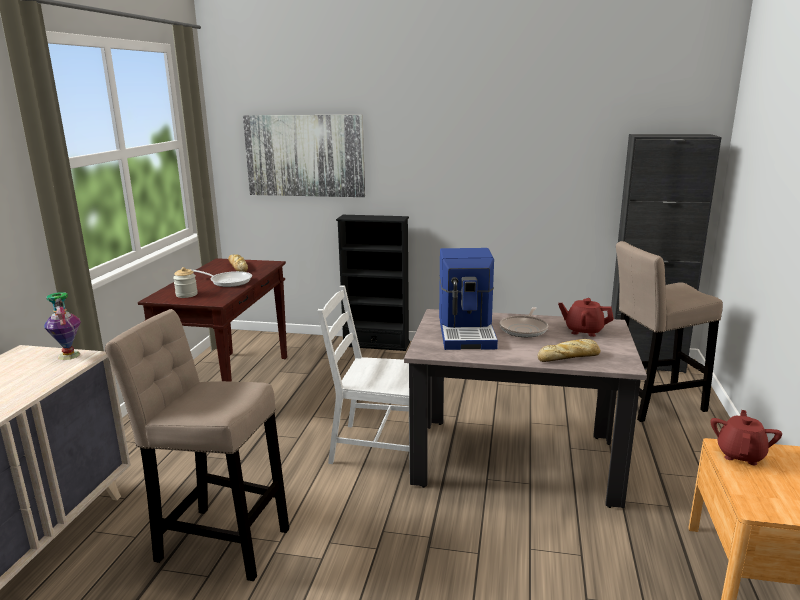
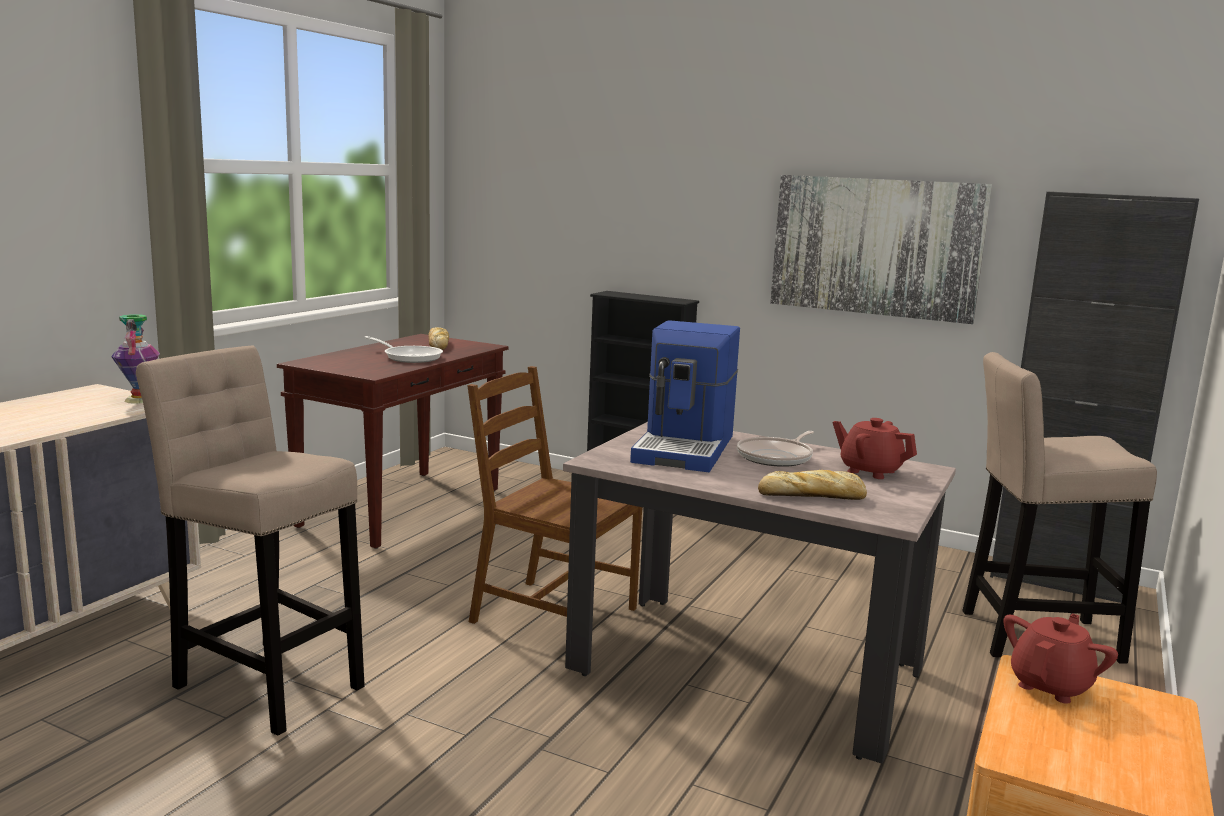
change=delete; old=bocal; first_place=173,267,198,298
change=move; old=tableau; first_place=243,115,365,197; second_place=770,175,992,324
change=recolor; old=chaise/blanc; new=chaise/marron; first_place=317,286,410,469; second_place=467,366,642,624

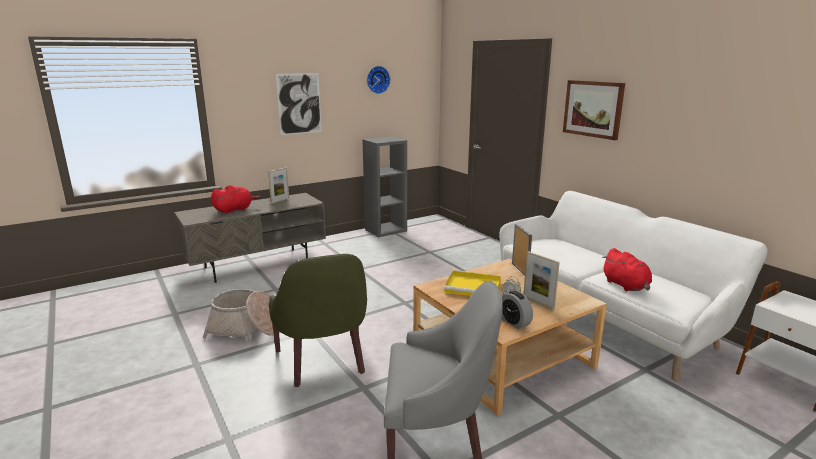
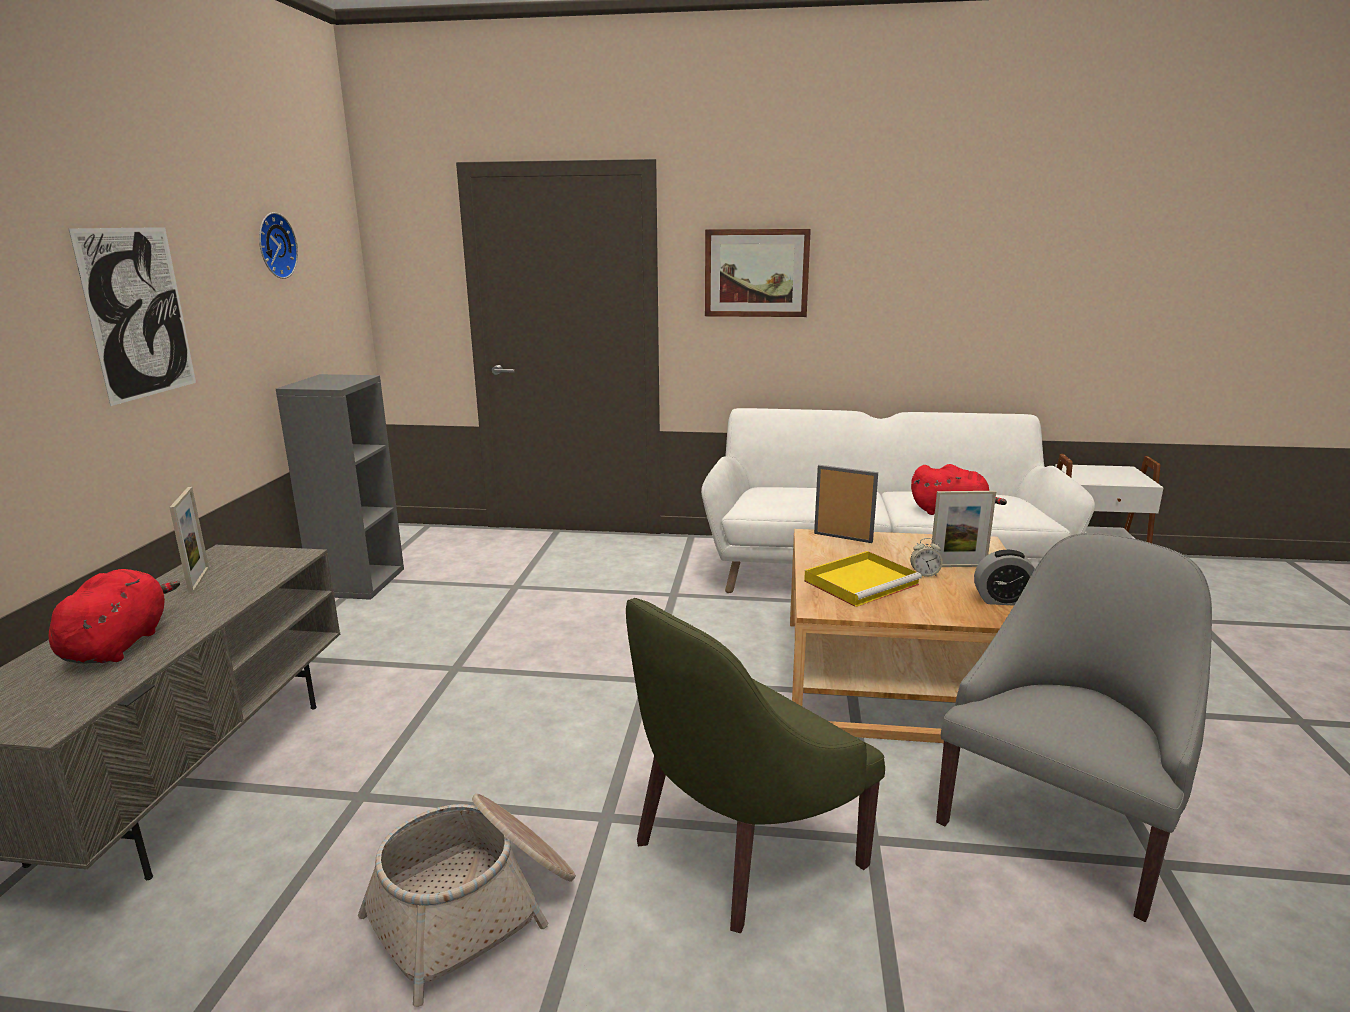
change=rotate; old=fauteuil/vert; first_place=269,254,367,387; second_place=626,598,885,933; degrees=120

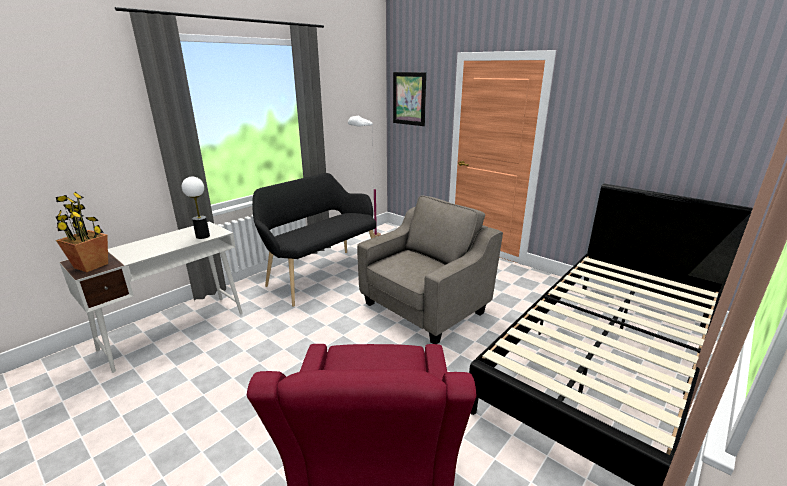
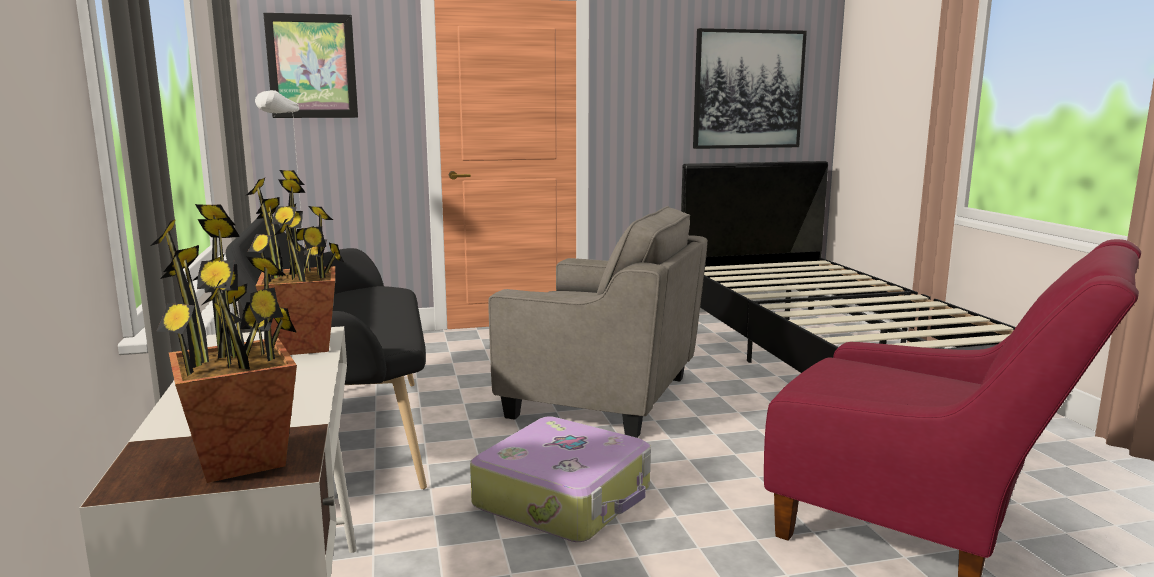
change=insert; new=valise; second_place=470,417,651,542
change=insert; new=tableau; second_place=693,28,807,149
change=replace; old=lampe de table; new=plante en pot; first_place=182,177,210,239; second_place=247,170,344,355
change=rotate; old=fauteuil/gris; first_place=357,195,503,344; second_place=488,206,708,438; degrees=120

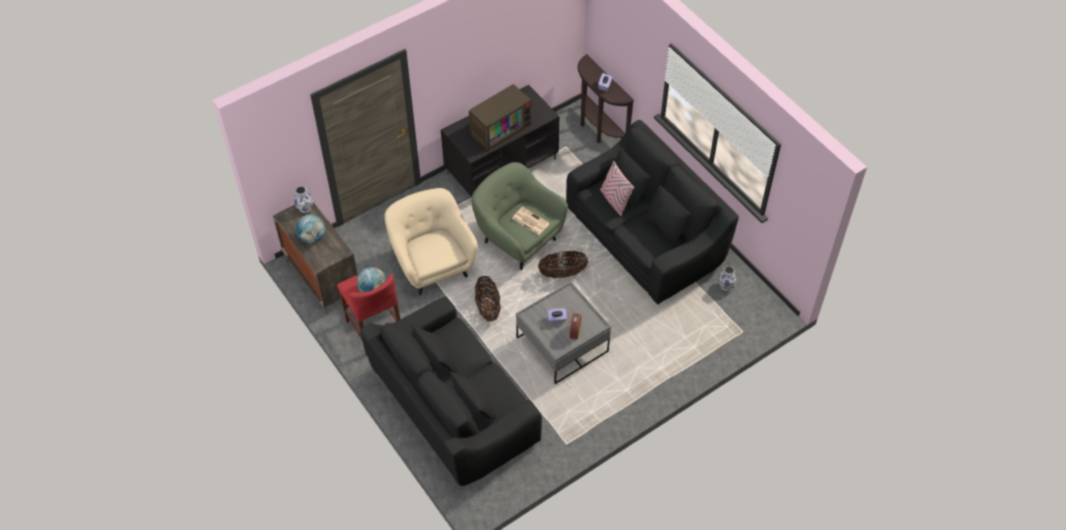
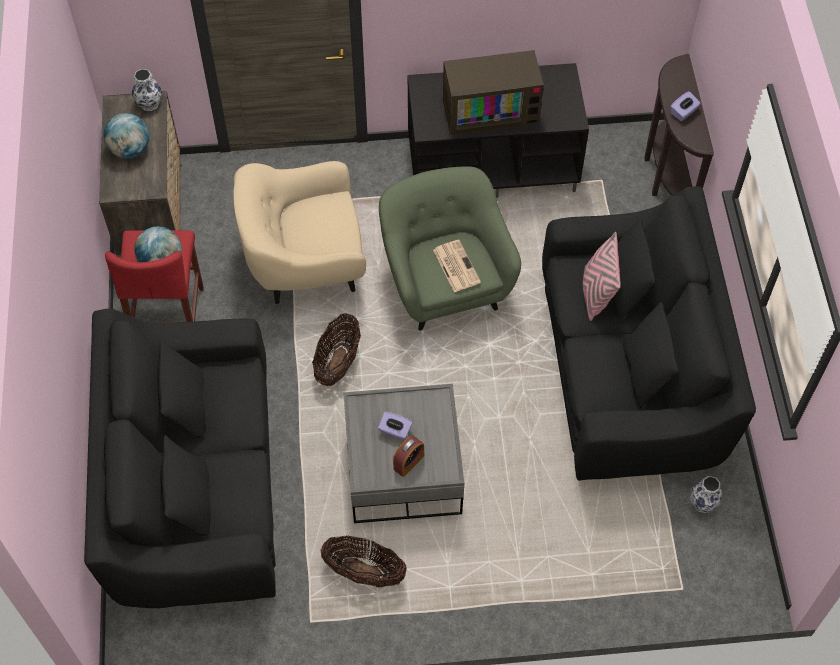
change=move; old=panier; first_place=538,251,588,278; second_place=321,535,407,588
change=rotate; old=fauteuil/beige; first_place=385,188,478,295; second_place=233,161,366,304; degrees=-105

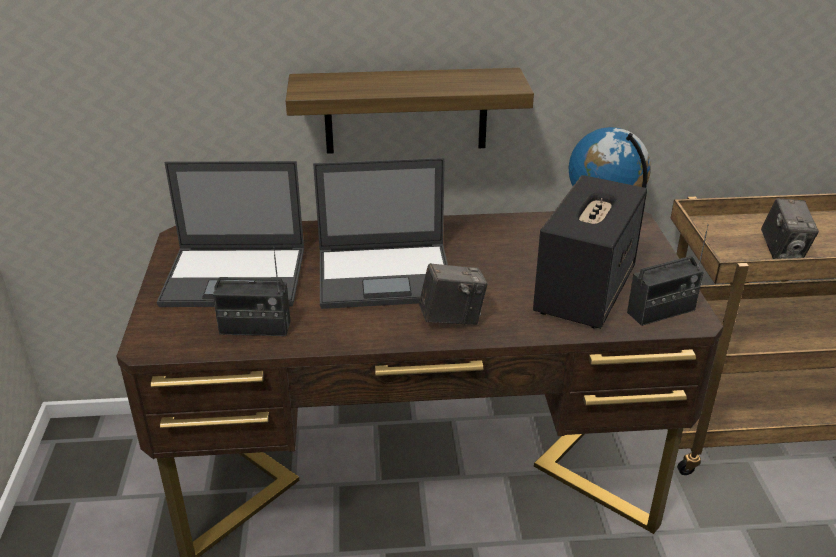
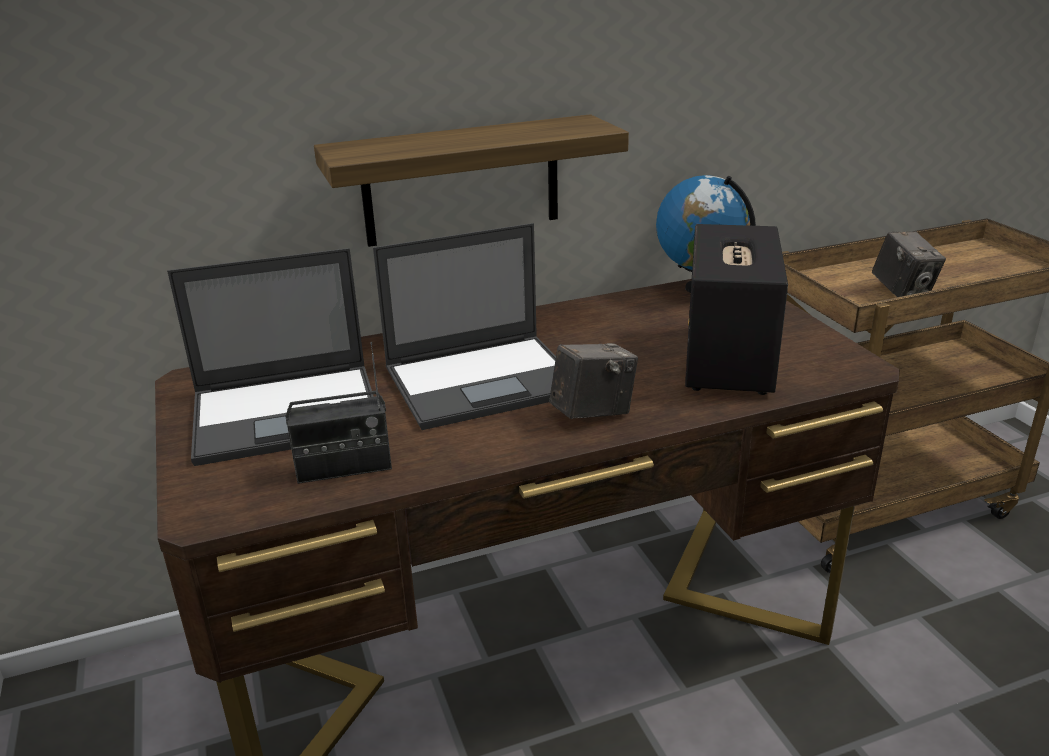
change=delete; old=radio; first_place=627,224,709,326

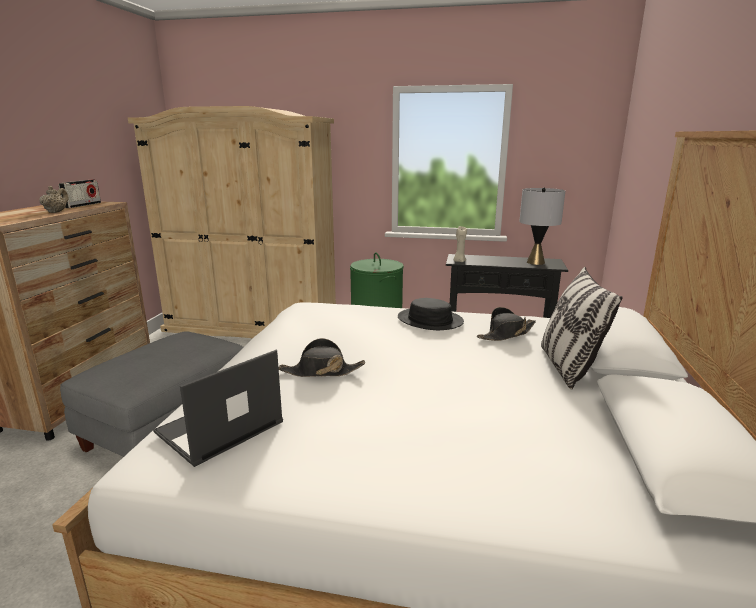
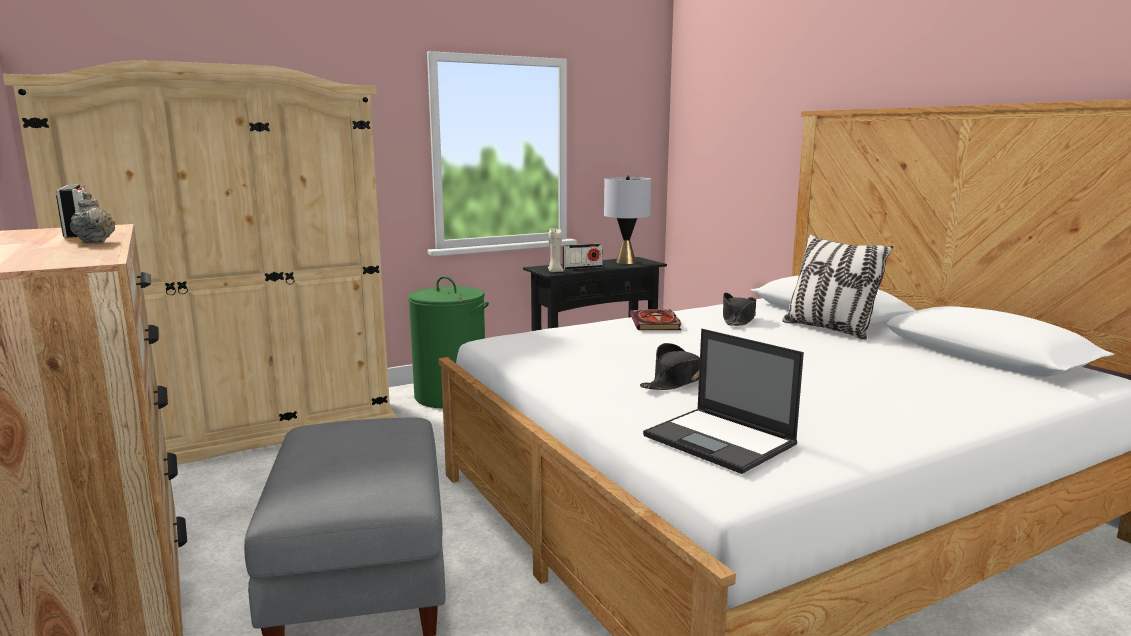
change=insert; new=radio; second_place=562,244,603,270
change=replace; old=chapeau/noir; new=livre; first_place=398,298,464,330; second_place=630,309,681,330
change=rotate; old=ordinateur portable; first_place=153,350,283,467; second_place=643,329,804,474; degrees=-45

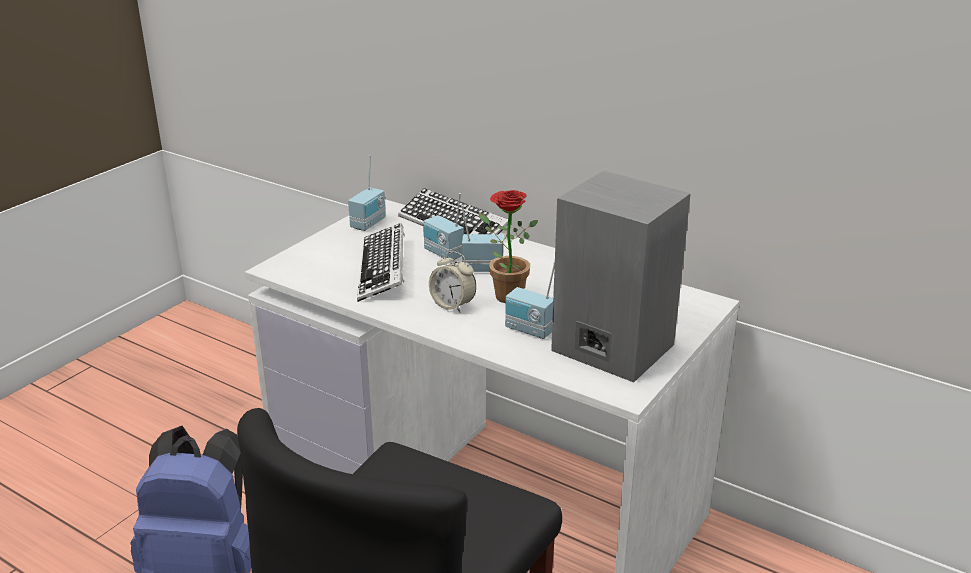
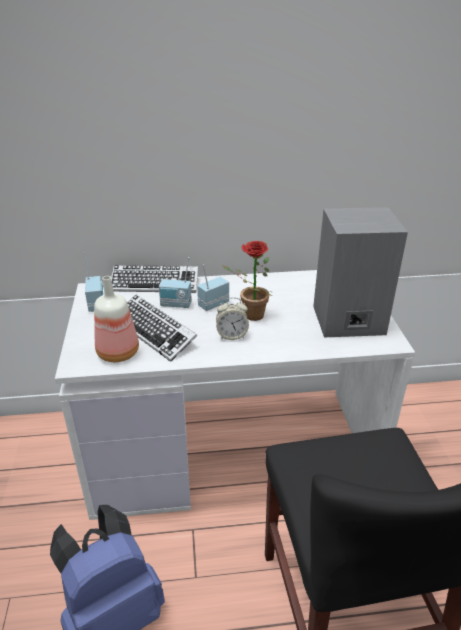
change=delete; old=radio; first_place=505,261,555,339
change=insert; new=bouteille; second_place=94,276,139,362

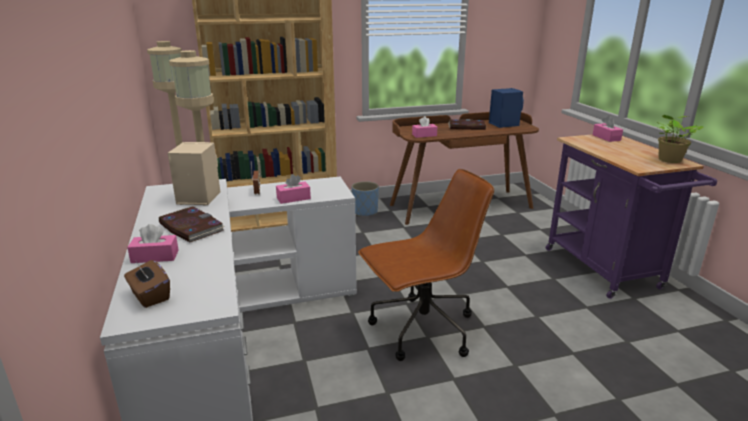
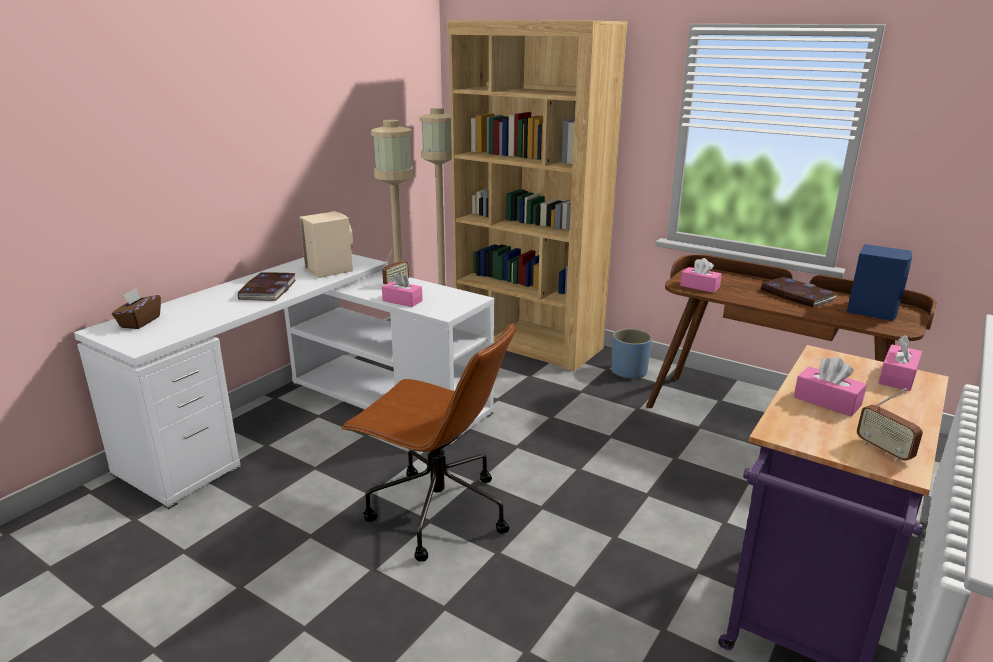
change=move; old=boîte à mouchoirs/rose; first_place=127,224,179,263; second_place=794,357,867,416
change=replace; old=plante en pot; new=radio; first_place=657,115,704,163; second_place=857,388,923,461

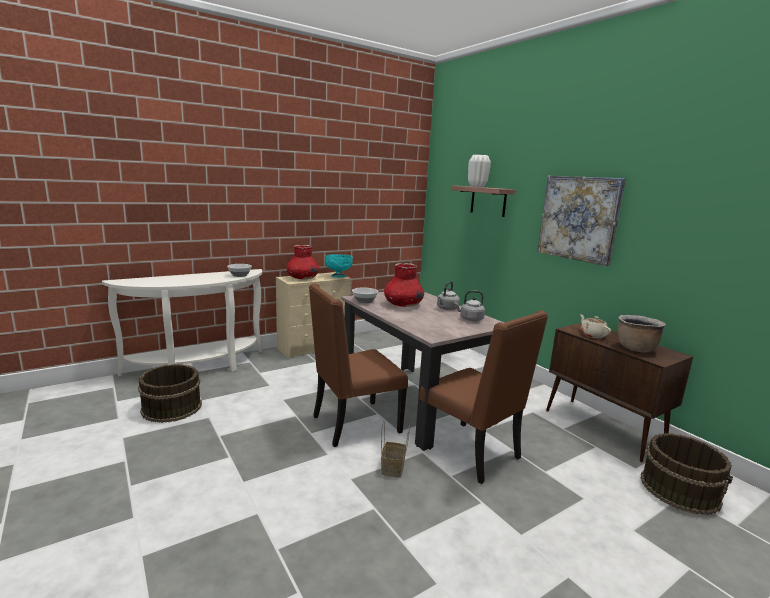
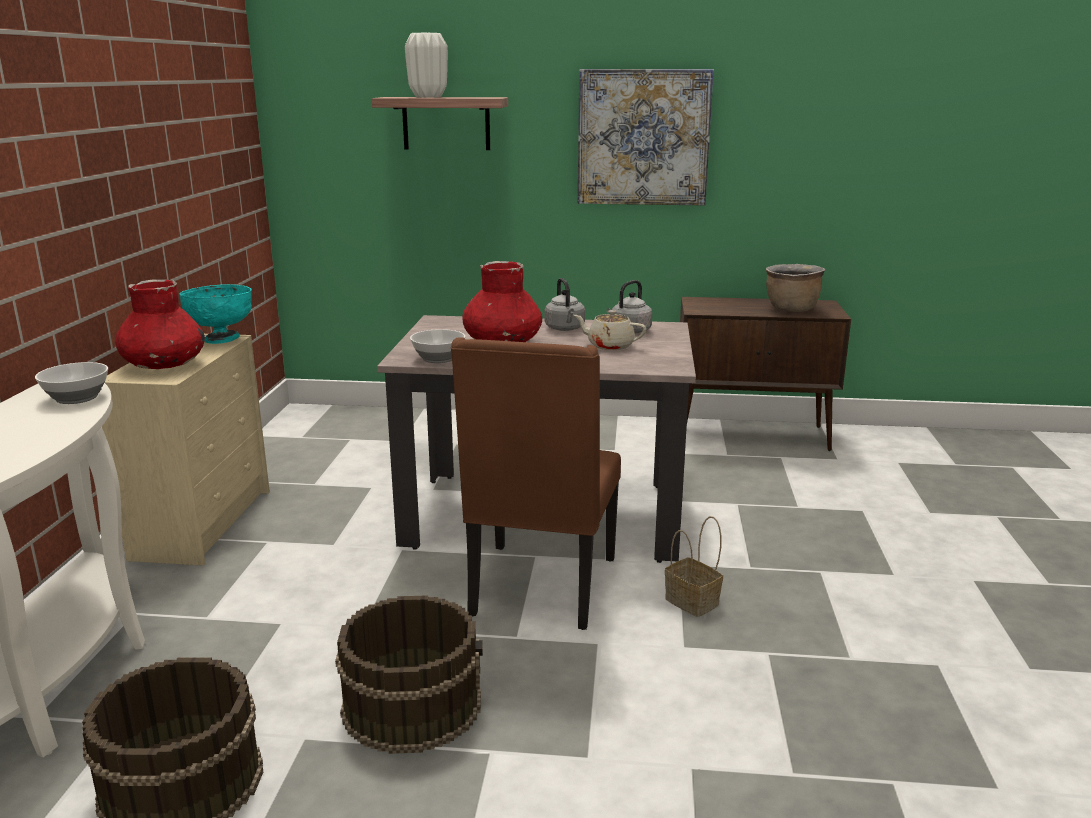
change=delete; old=chaise/marron; first_place=419,310,548,484
change=move; old=théière/beige; first_place=580,314,611,338; second_place=574,310,646,350
change=move; old=seau/marron; first_place=641,433,733,515; second_place=335,595,483,754

